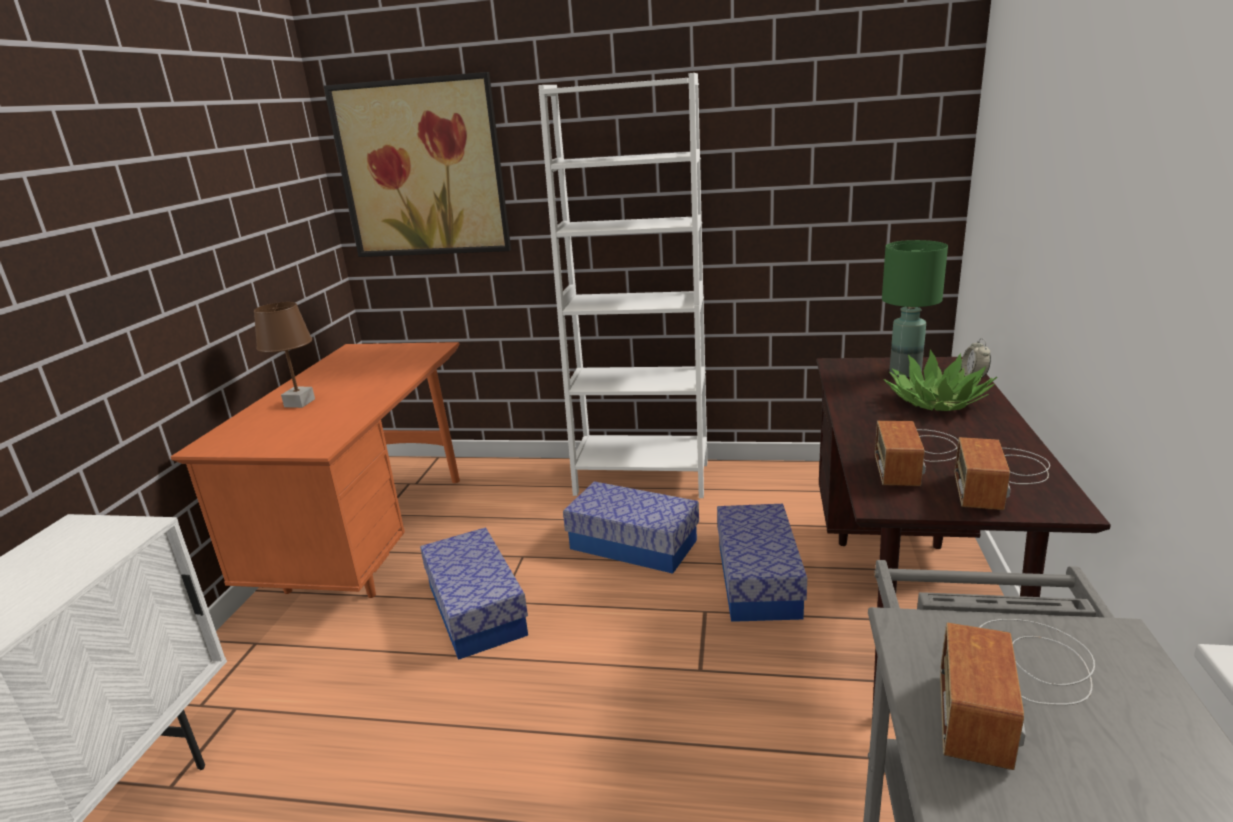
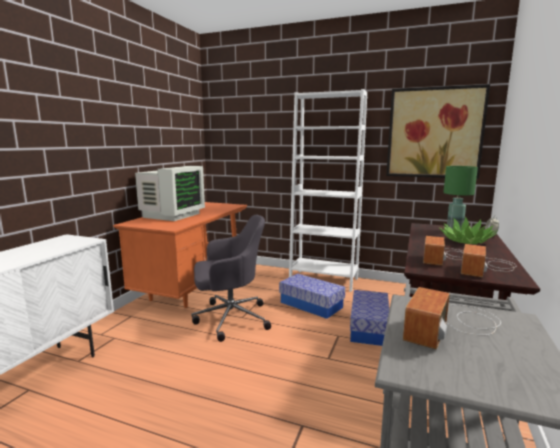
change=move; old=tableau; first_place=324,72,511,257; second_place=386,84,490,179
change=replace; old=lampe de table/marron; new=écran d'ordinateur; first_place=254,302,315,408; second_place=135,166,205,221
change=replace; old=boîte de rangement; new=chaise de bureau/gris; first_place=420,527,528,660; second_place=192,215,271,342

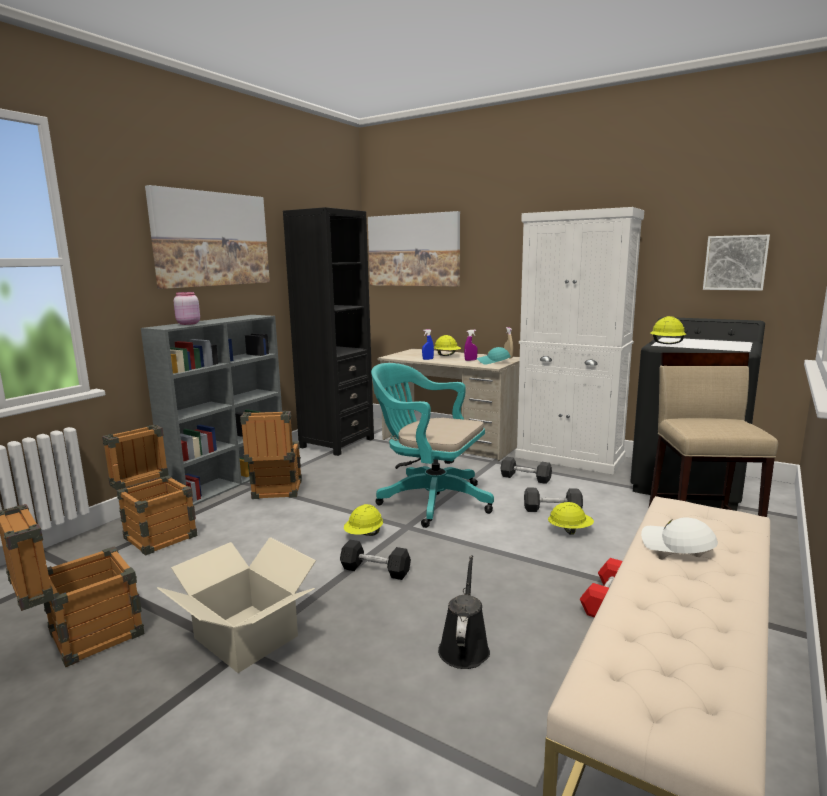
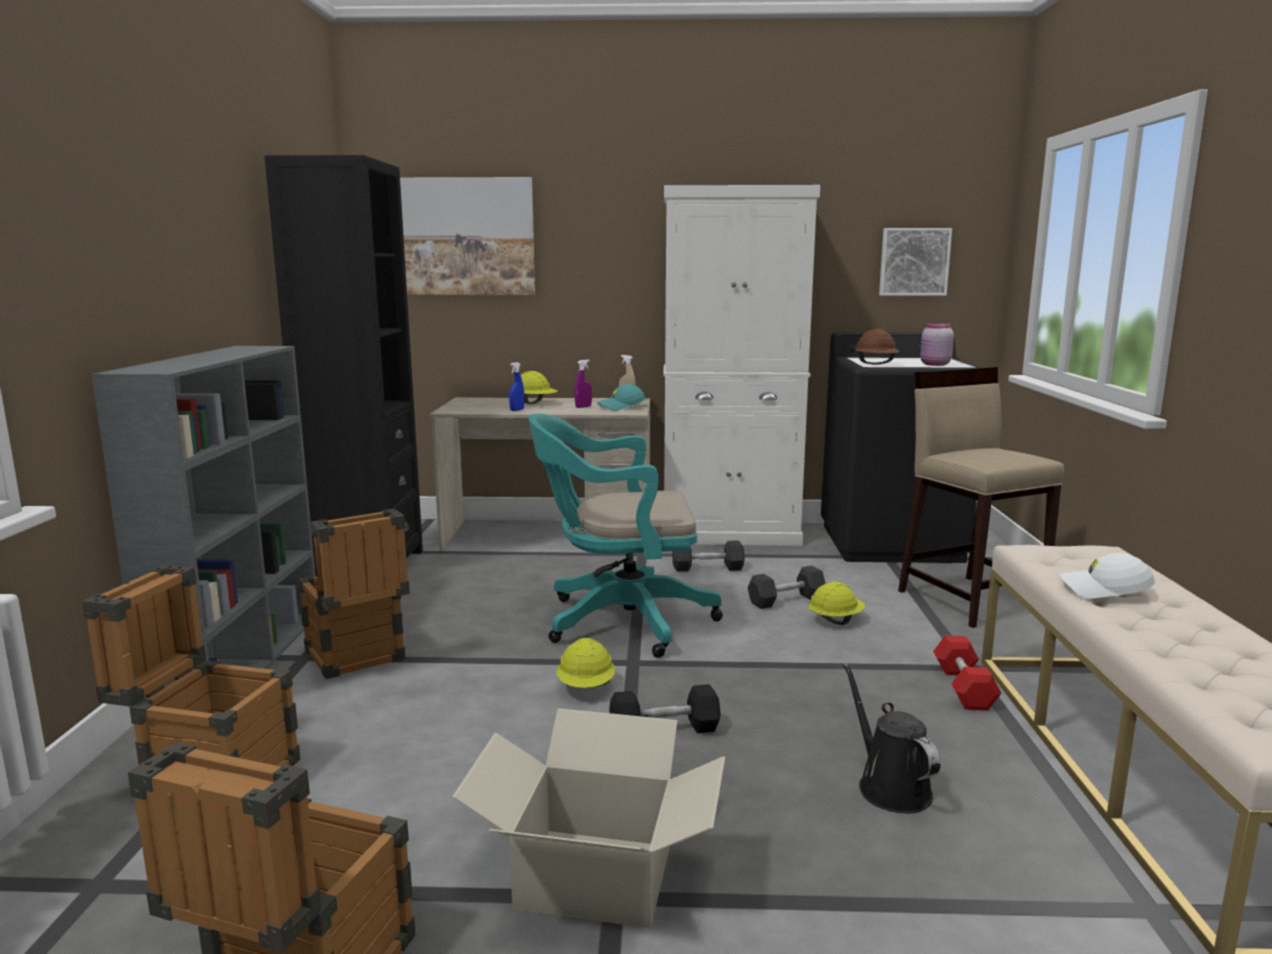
change=delete; old=tableau; first_place=145,185,270,289
change=move; old=bocal/rose; first_place=174,292,200,325; second_place=920,323,954,366
change=recolor; old=casque de chantier/jaune; new=casque de chantier/marron; first_place=650,316,686,344; second_place=855,328,900,365

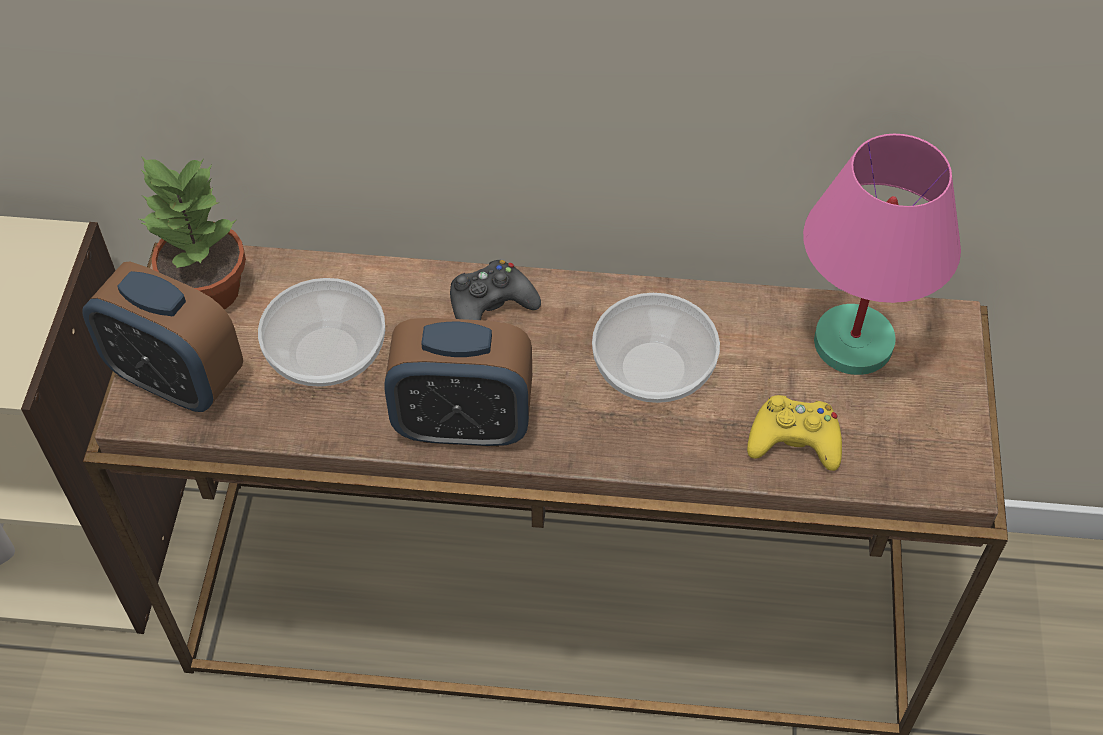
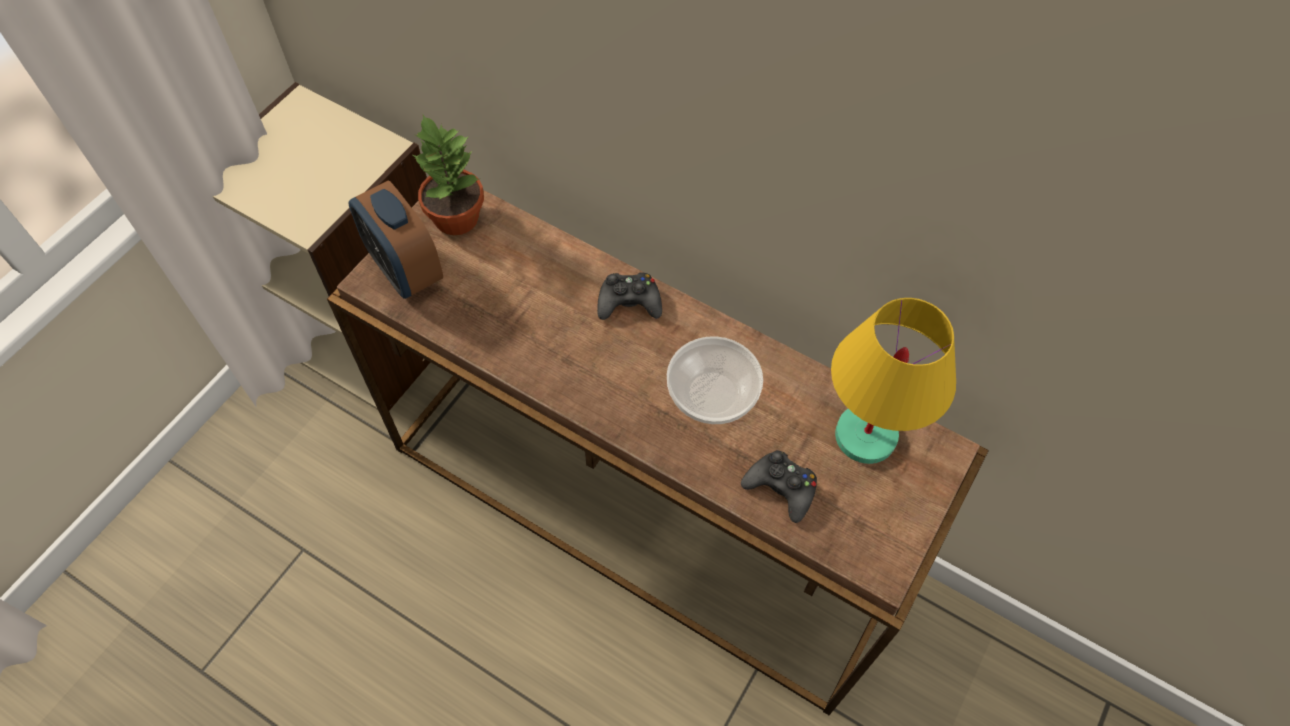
change=delete; old=bol; first_place=258,278,385,387
change=delete; old=réveil; first_place=384,318,532,447
change=recolor; old=manette/jaune; new=manette/noir; first_place=747,395,842,471; second_place=741,450,817,523
change=recolor; old=lampe de table/rose; new=lampe de table/jaune; first_place=803,134,961,375; second_place=831,298,956,464

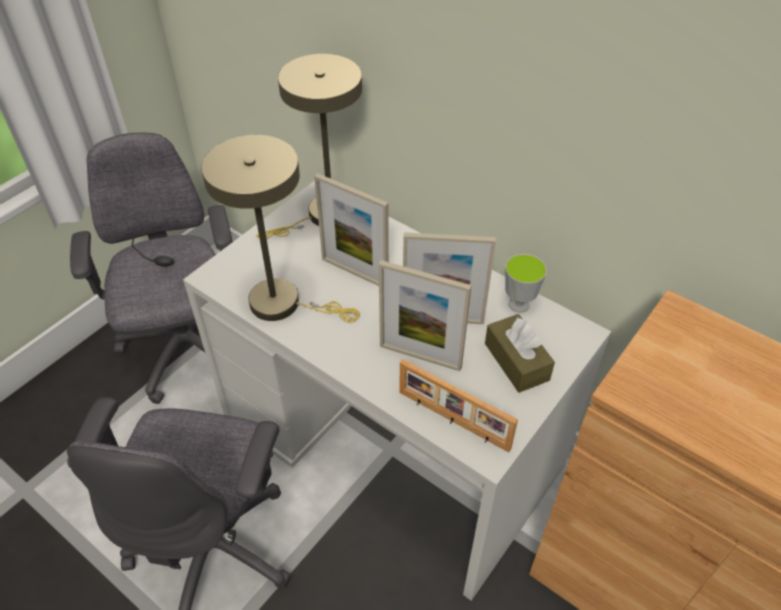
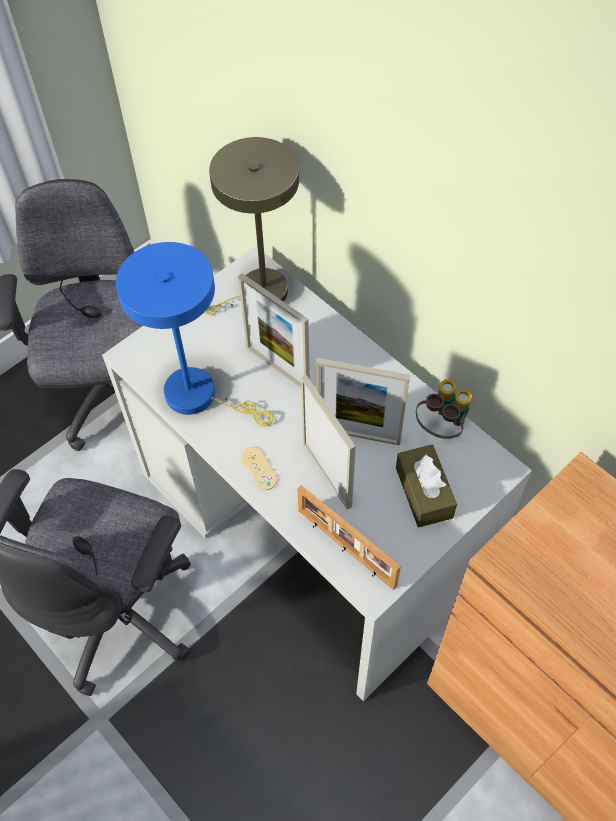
change=insert; new=manette/beige; second_place=241,447,277,490
change=replace; old=tasse; new=jumelles; first_place=505,254,547,313; second_place=416,379,472,439
change=recolor; old=lampe de table/beige; new=lampe de table/bleu; first_place=201,135,359,323; second_place=116,242,273,427
change=rotate; old=cadre photo; first_place=379,260,472,371; second_place=301,375,356,509; degrees=-150

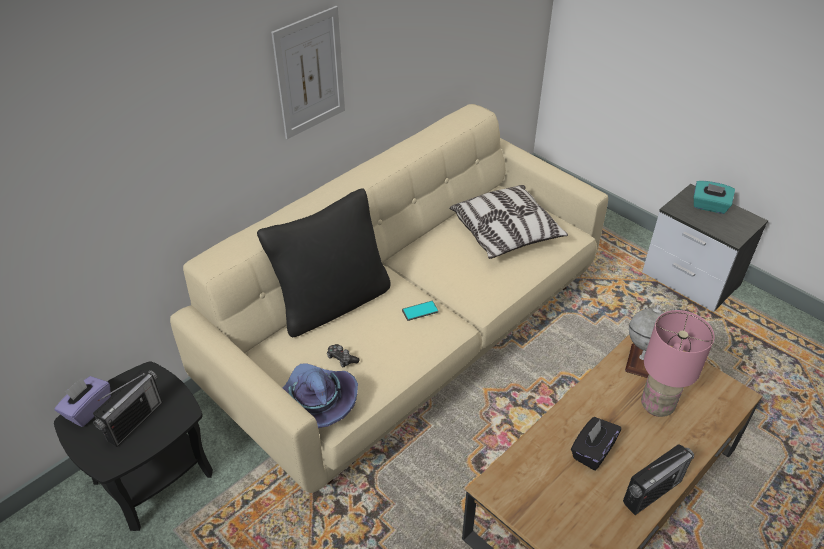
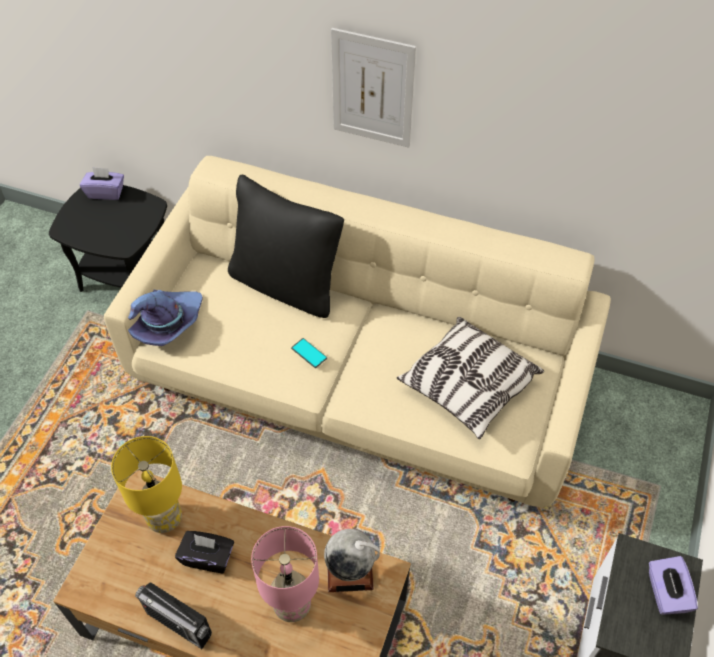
change=delete; old=radio; first_place=93,370,163,447
change=delete; old=manette; first_place=327,344,360,367
change=insert; new=lampe de table/jaune; second_place=111,436,182,533
change=recolor; old=boîte à mouchoirs/turquoise; new=boîte à mouchoirs/violet; first_place=693,181,735,214; second_place=649,556,698,615

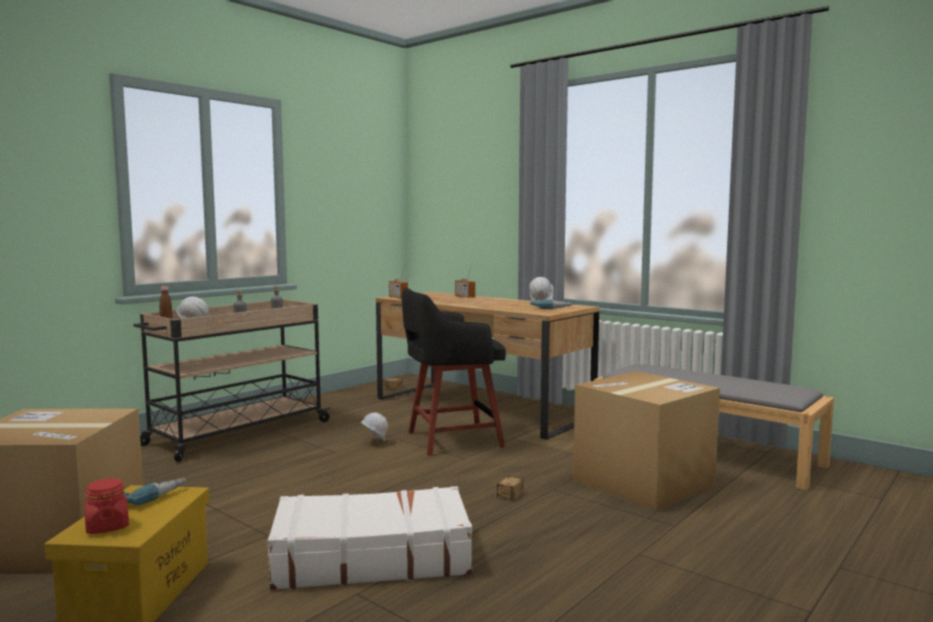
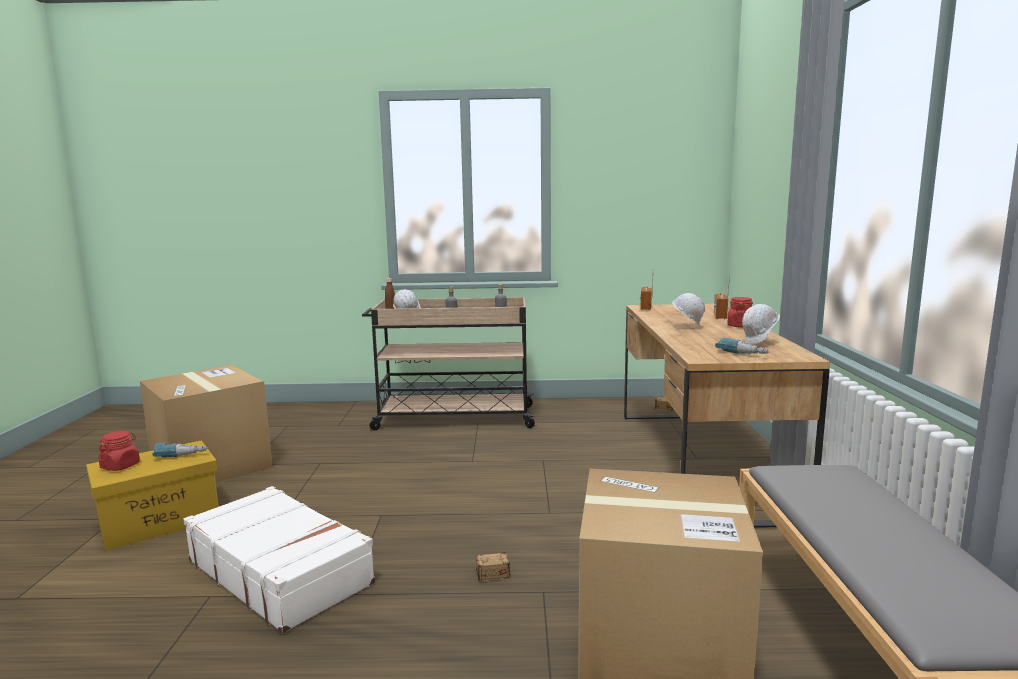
change=delete; old=tabouret/noir; first_place=402,288,506,456
change=insert; new=bocal/rouge; second_place=727,297,753,328
change=move; old=casque de chantier/blanc; first_place=360,413,388,441; second_place=672,293,705,329

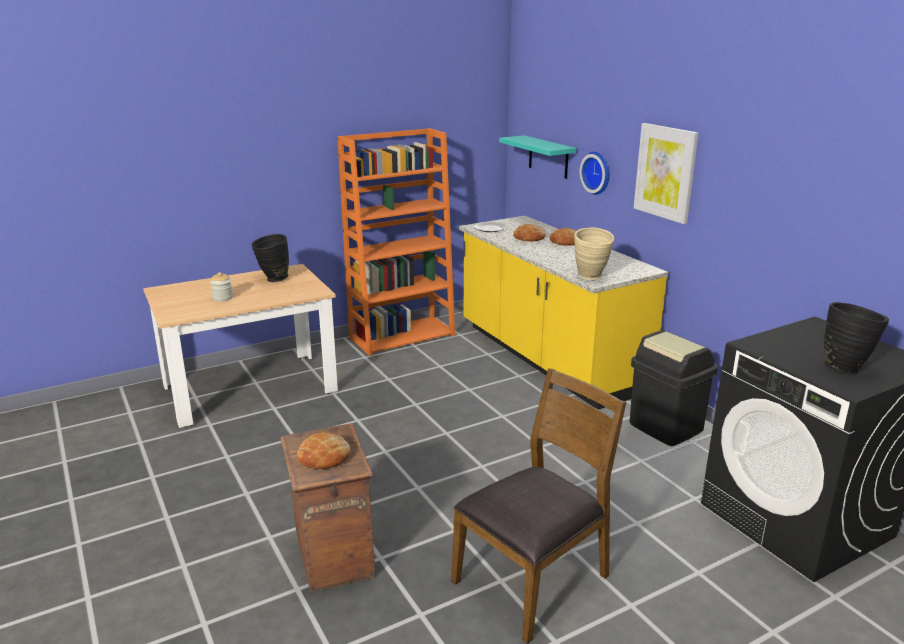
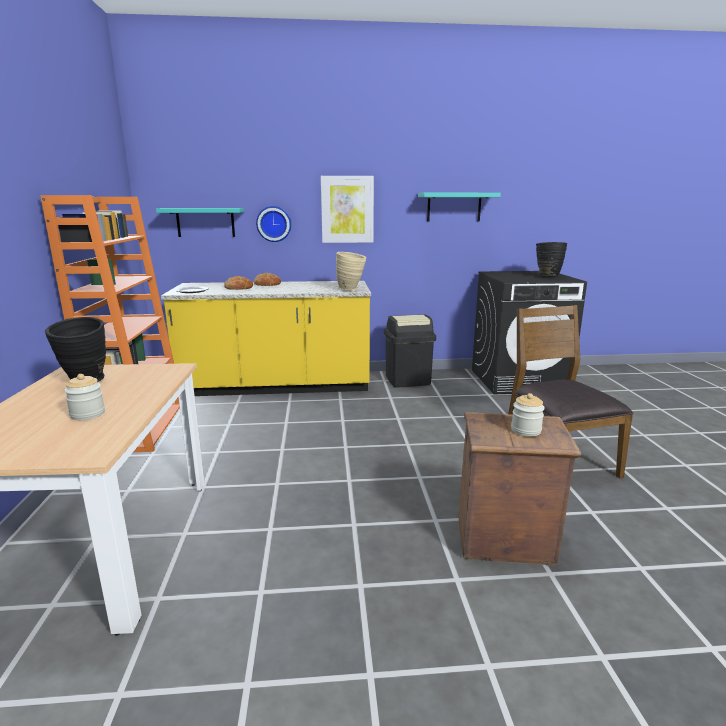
change=insert; new=étagère/turquoise; second_place=418,193,501,222
change=replace; old=pain; new=bocal; first_place=297,433,350,469; second_place=511,393,545,436

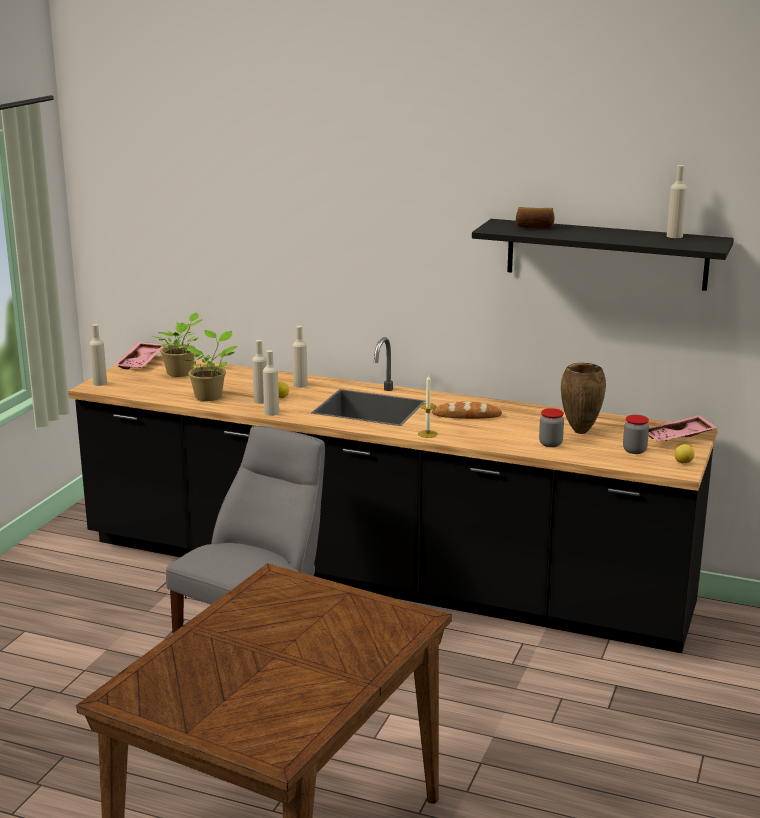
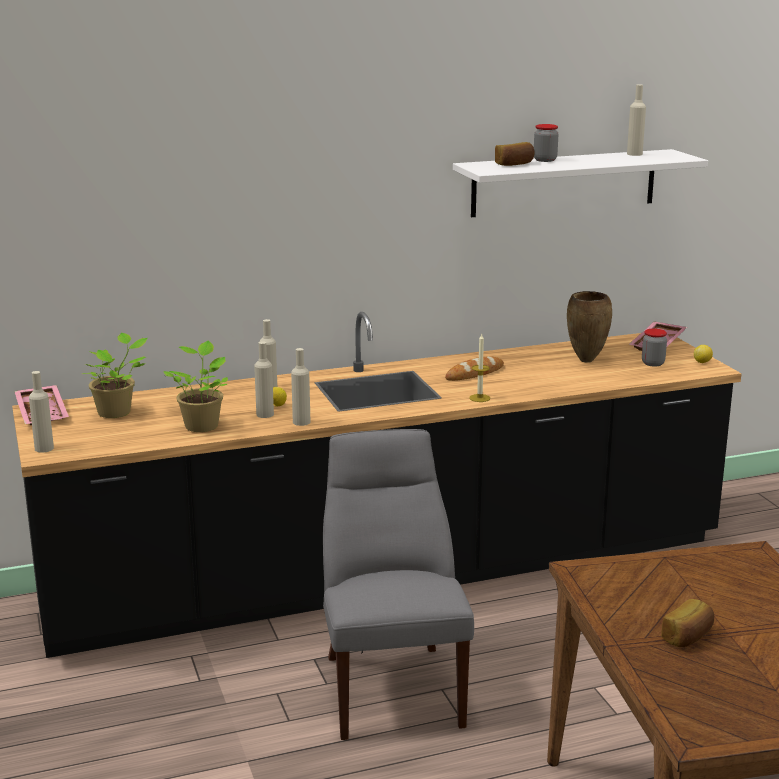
change=insert; new=pain; second_place=661,599,714,647
change=move; old=bocal; first_place=539,408,564,447; second_place=534,124,559,162
change=recolor; old=étagère/noir; new=étagère/blanc; first_place=472,219,734,291; second_place=453,149,708,217

